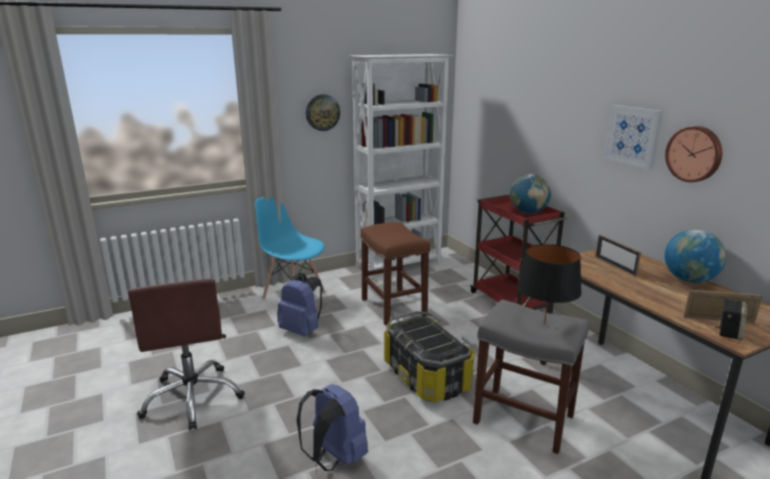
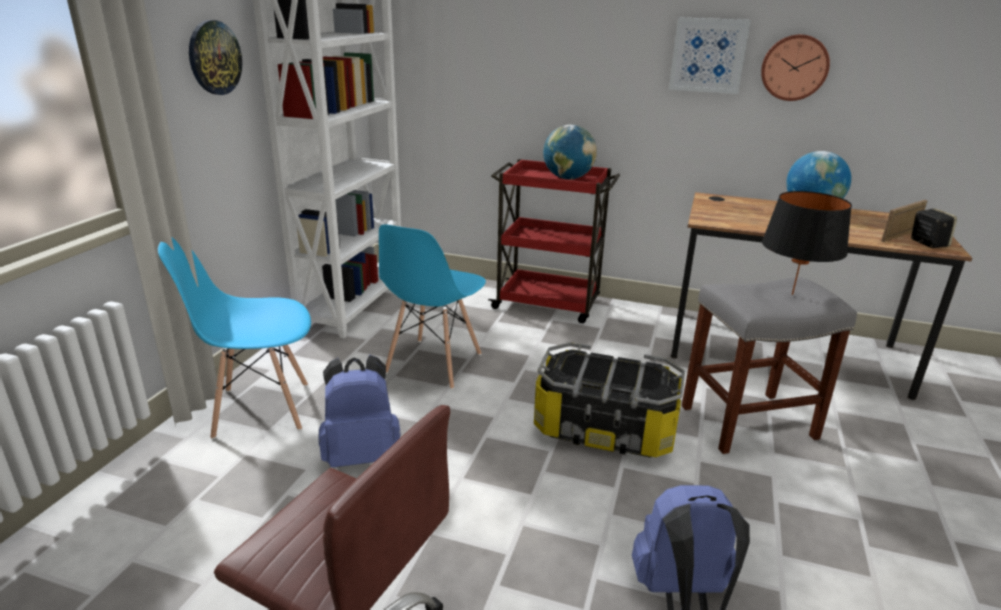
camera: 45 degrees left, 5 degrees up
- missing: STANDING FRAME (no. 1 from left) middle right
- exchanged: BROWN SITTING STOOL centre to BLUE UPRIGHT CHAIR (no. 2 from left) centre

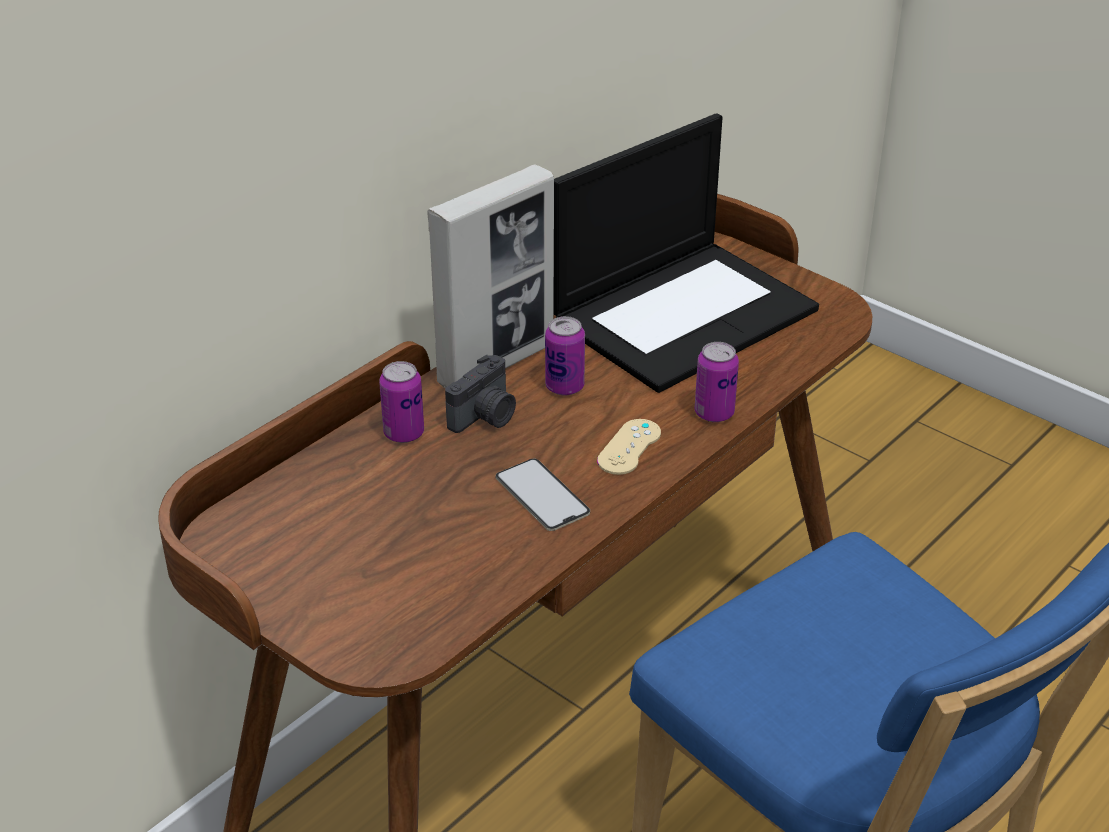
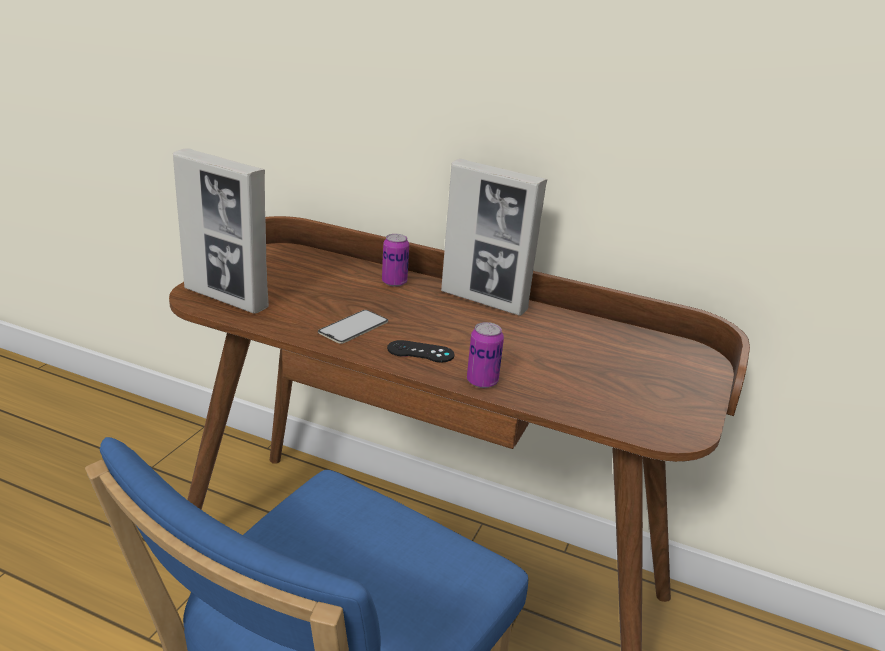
camera: 70 degrees right, 10 degrees down
- missing: PHOTO CAMERA centre
- missing: SEALED CAN (no. 2 from left) centre
- missing: PORTABLE COMPUTER top centre
- appeared: STANDING FRAME (no. 1 from left) middle left
- colour: BEIGE-COLOURED JOYPAD centre to BLACK JOYPAD centre

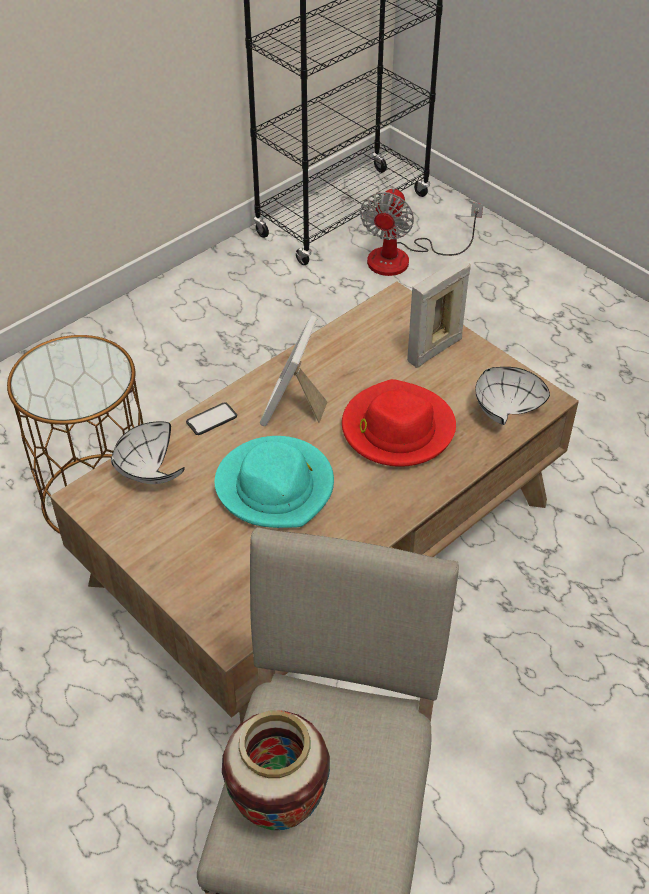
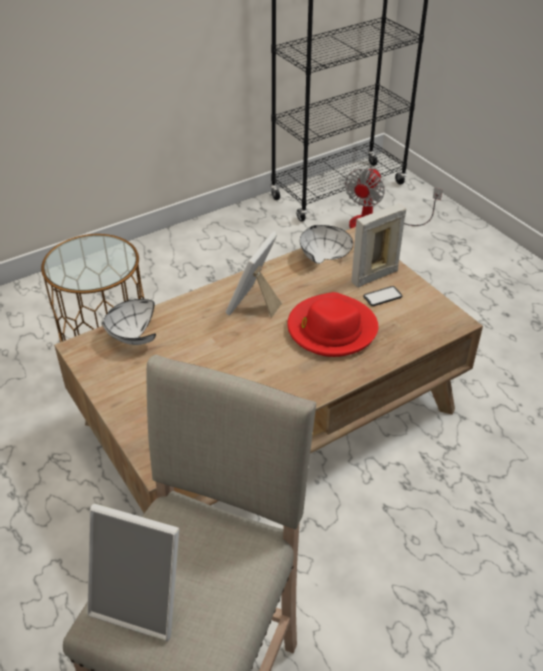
camera: 10 degrees right, 5 degrees down
- missing: TURQUOISE-COLOURED CLOTHING HAT centre
- relocated: TELEPHONE middle left to middle right
- relocated: WHITISH SERVING BOWL (no. 2 from left) middle right to centre
- exchanged: VASE bottom centre to STANDING FRAME (no. 1 from left) bottom left

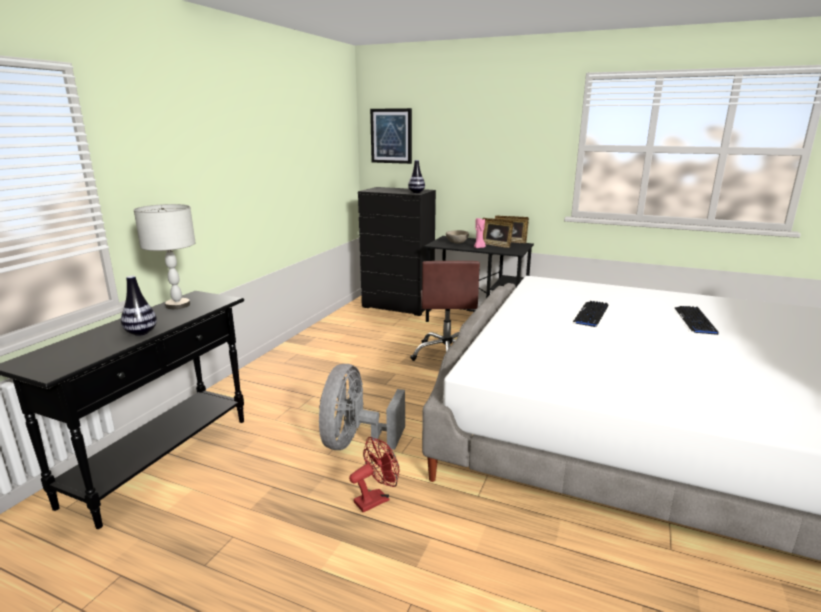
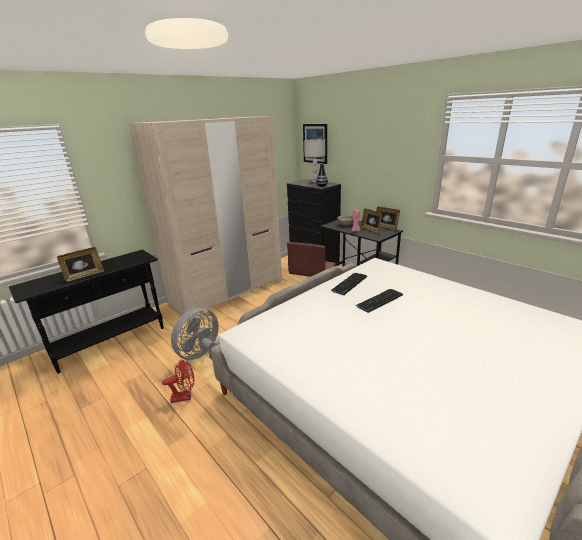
camera: 25 degrees right, 5 degrees up
- appeared: BEIGE-COLOURED CLOTHES CUPBOARD centre
- relocated: GRAY TABLE LAMP middle left to top centre
- relocated: KEYBOARD (no. 2 from left in the first image) middle right to KEYBOARD (no. 1 from left) centre
- exchanged: VASE (no. 1 from left) middle left to STANDING FRAME (no. 1 from left) middle left

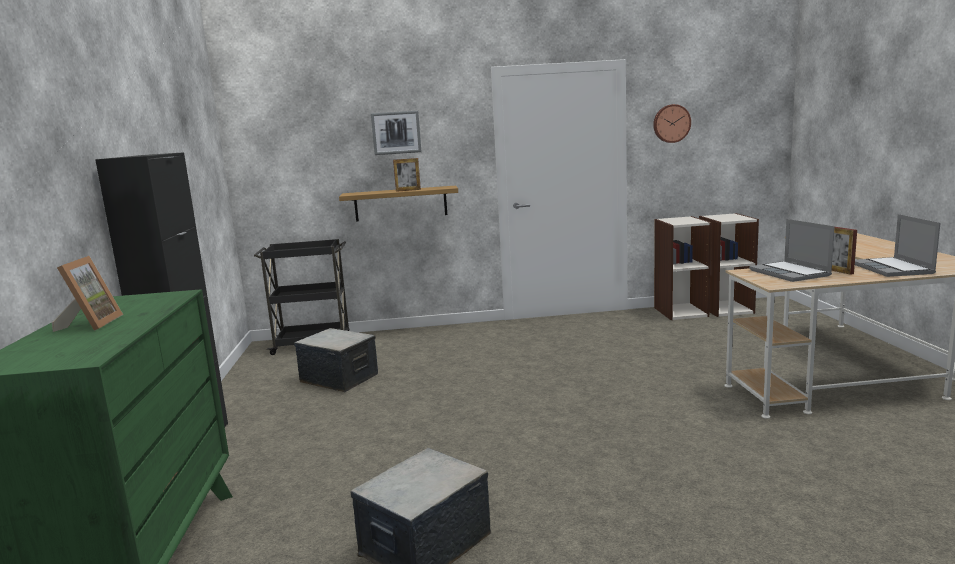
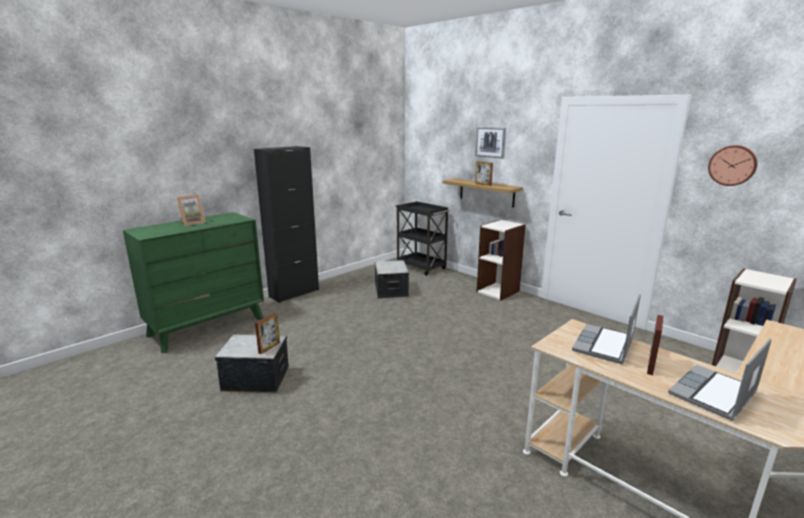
camera: 50 degrees right, 5 degrees up
- appeared: STANDING FRAME (no. 2 from left) middle left
- relocated: BOOKSHELF (no. 1 from left) middle right to centre

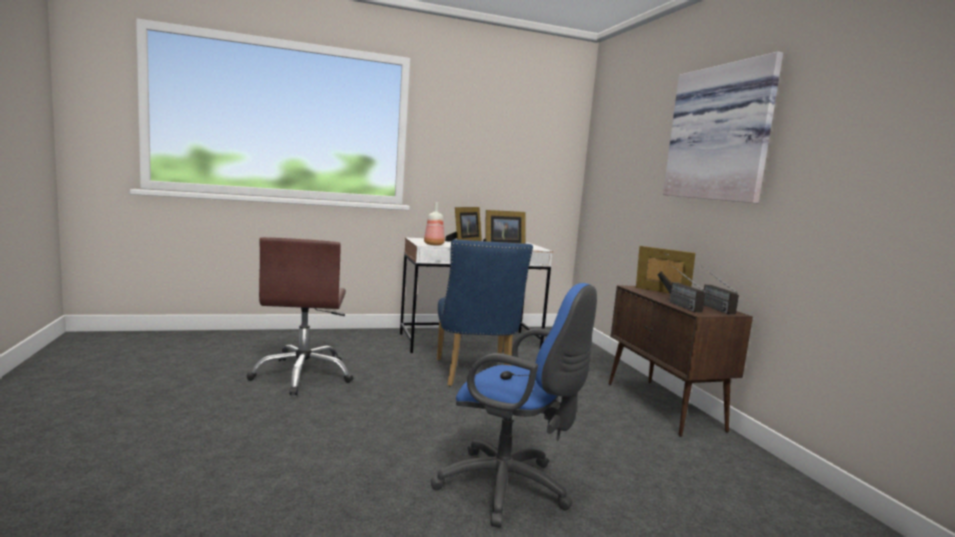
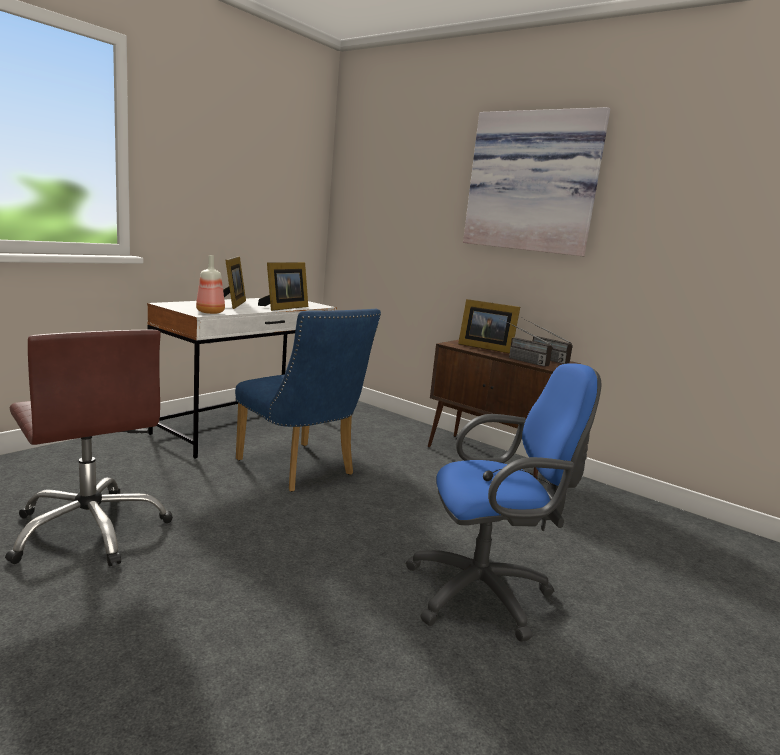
camera: 35 degrees left, 5 degrees up
- spun: STANDING FRAME (no. 3 from left) middle right = centre 150 degrees counterclockwise

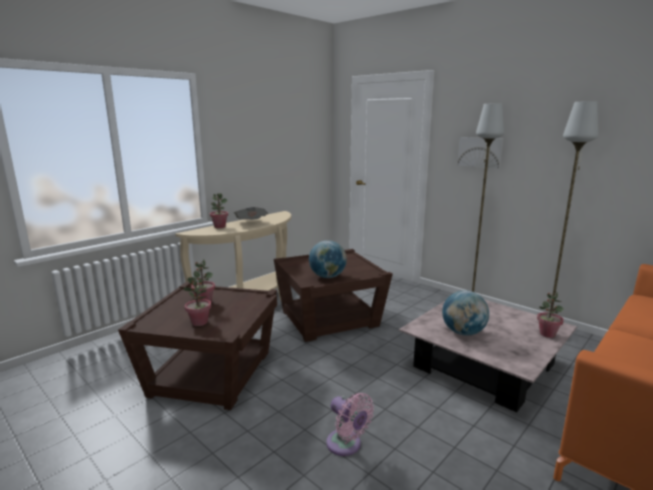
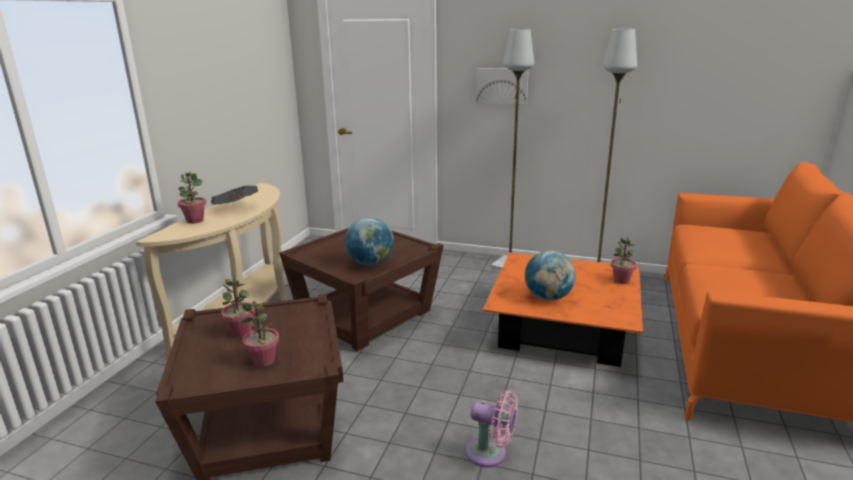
camera: 25 degrees left, 5 degrees up
- colour: PINKISH LOUNGE TABLE bottom right to ORANGEY LOUNGE TABLE centre

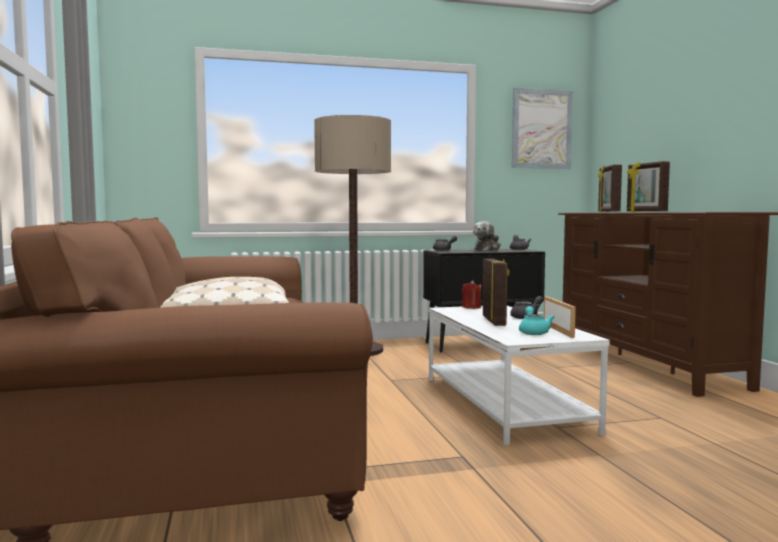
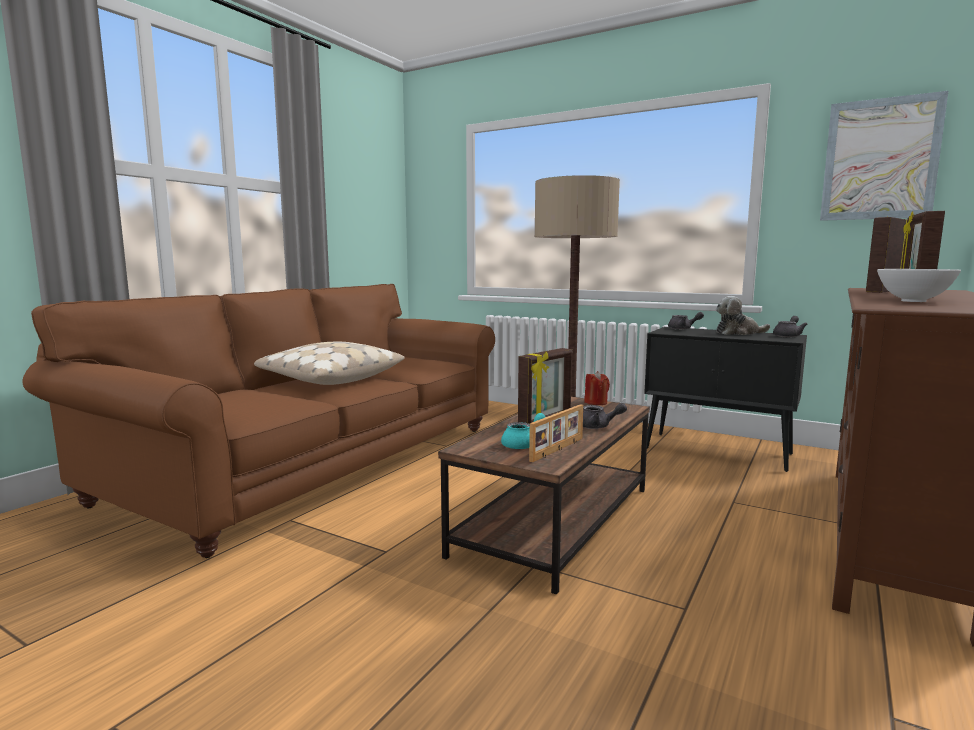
camera: 45 degrees right, 5 degrees up
- appeared: WHITISH SERVING BOWL middle right
- colour: WHITISH LOUNGE TABLE bottom right to BROWN LOUNGE TABLE bottom centre

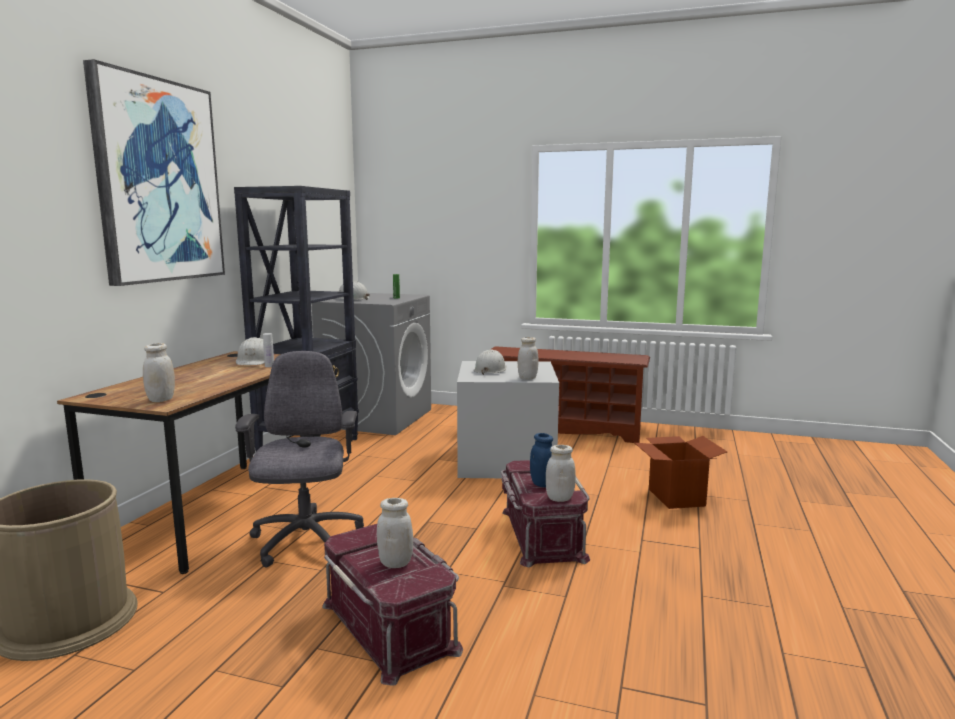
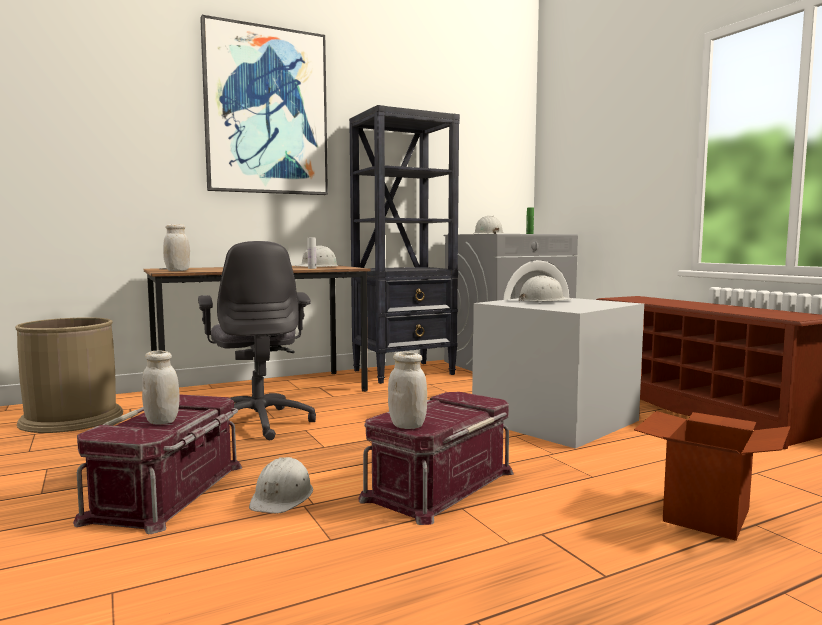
camera: 45 degrees right, 5 degrees down
- missing: WHITISH PRESERVE JAR (no. 3 from left) centre
- missing: BLUE PRESERVE JAR centre
- appeared: WHITISH SAFETY HELMET (no. 1 from left) bottom centre
- spun: GRAY COMPUTER CHAIR middle left = middle left 120 degrees clockwise

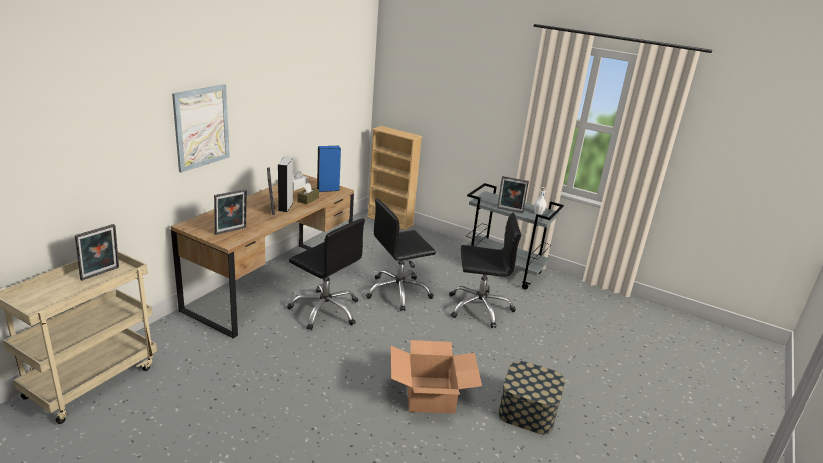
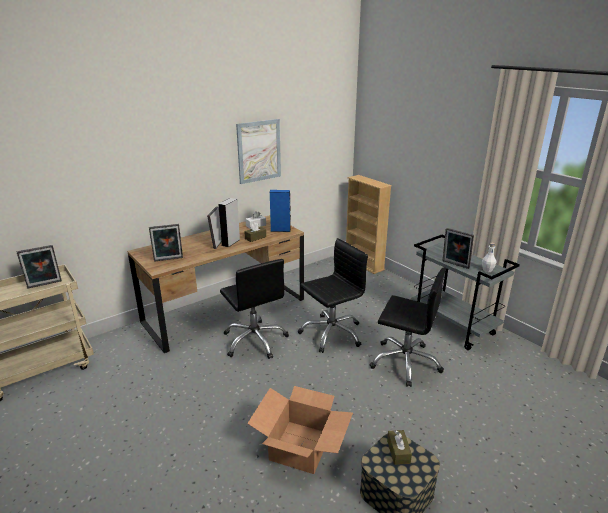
camera: 25 degrees right, 0 degrees up
- appeared: BROWN BOX OF TISSUES (no. 2 from left) bottom centre
- relocated: PICTURE top left to top centre
- spun: BLACK COMPUTER CHAIR (no. 2 from left) centre = centre 150 degrees clockwise

